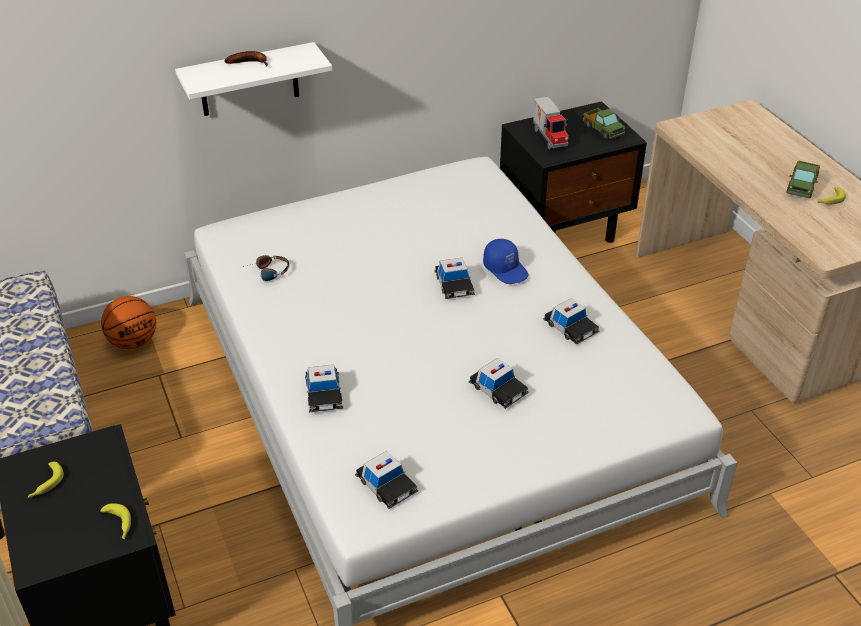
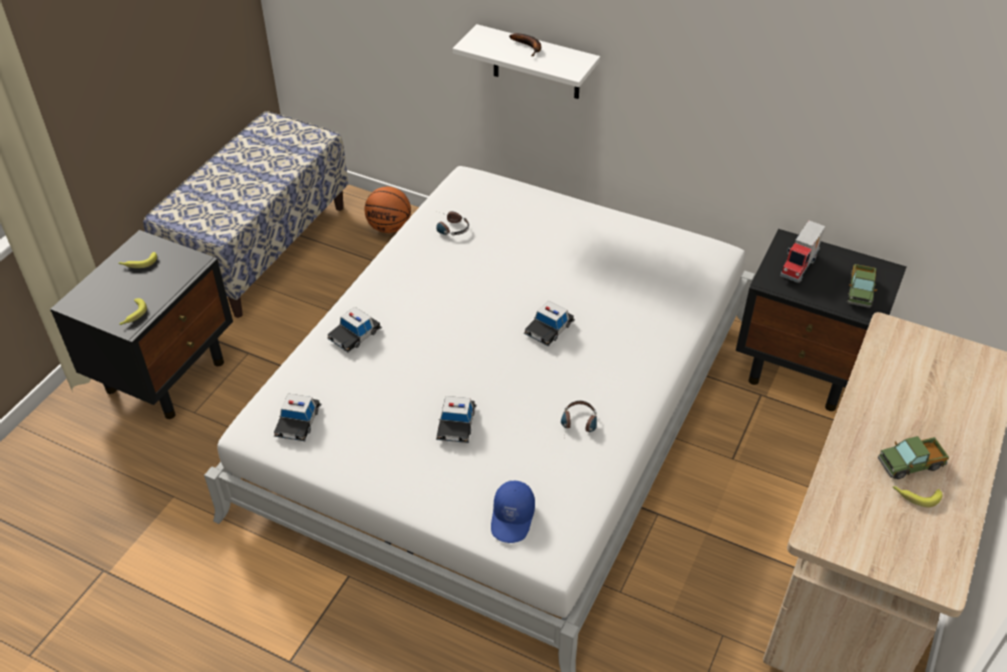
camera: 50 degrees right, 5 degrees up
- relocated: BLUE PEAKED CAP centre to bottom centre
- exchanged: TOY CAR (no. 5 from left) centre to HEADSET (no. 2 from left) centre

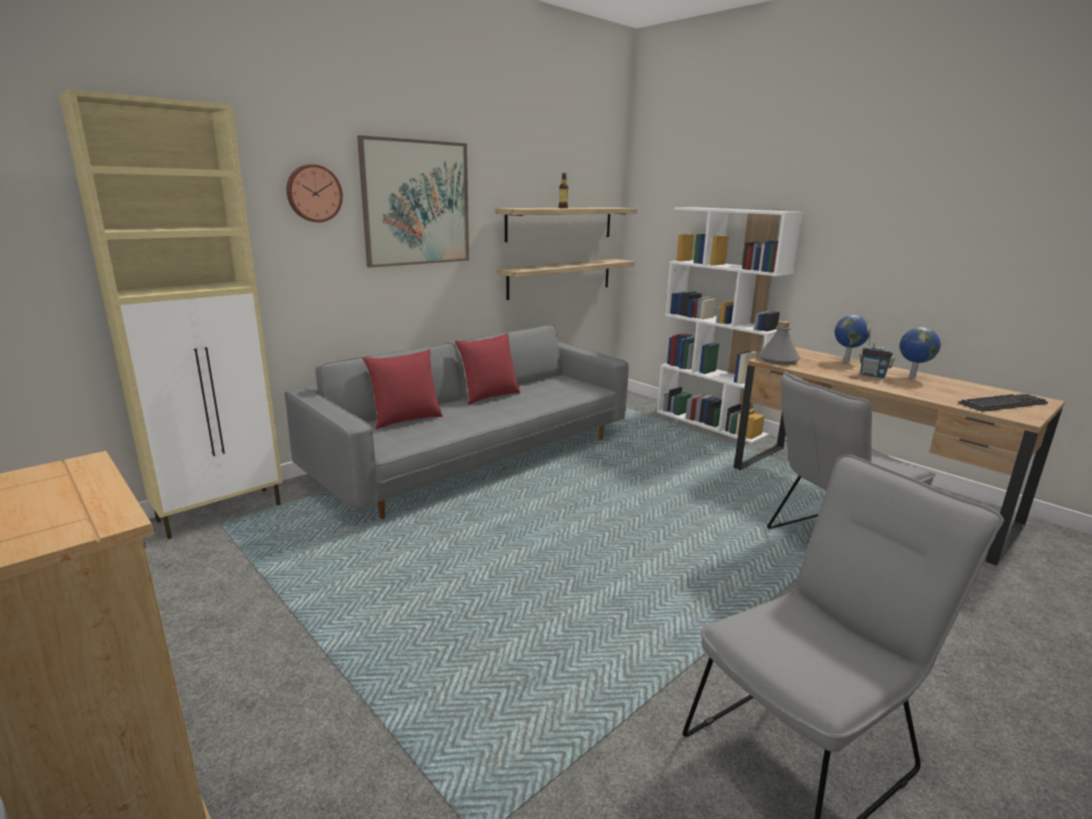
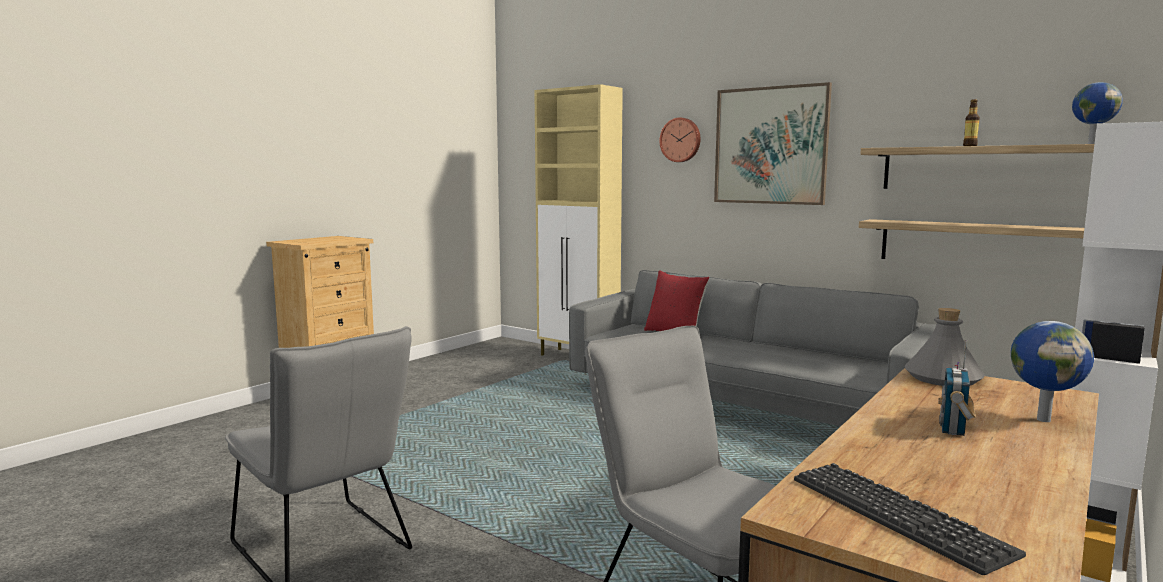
camera: 80 degrees right, 10 degrees down
- missing: RED THROW PILLOW (no. 2 from left) centre
- relocated: DESK GLOBE (no. 2 from left) middle right to top right

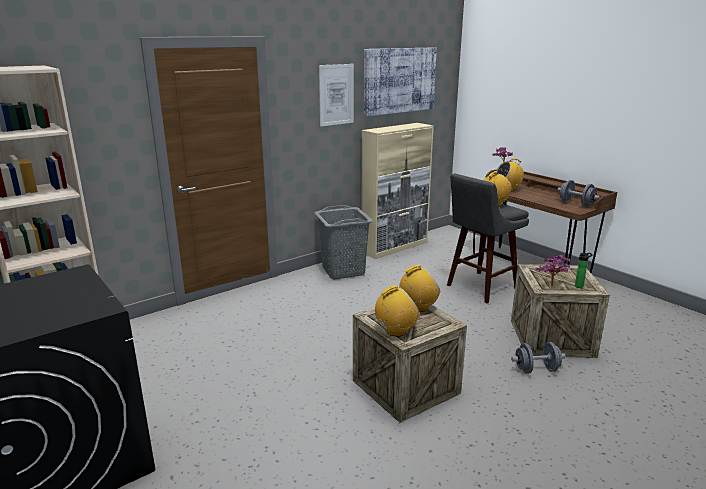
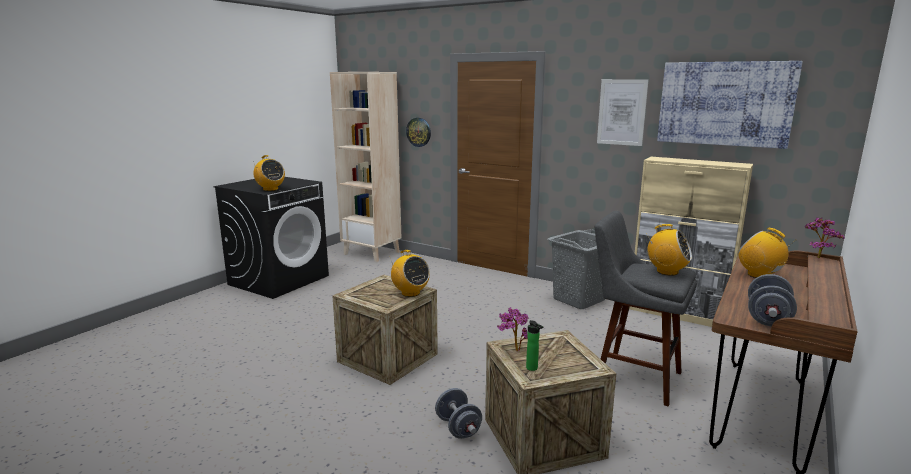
camera: 70 degrees right, 5 degrees down
- appeared: CLOCK ON THE WALL top centre
- relocated: RADIO SET (no. 1 from left) centre to middle left

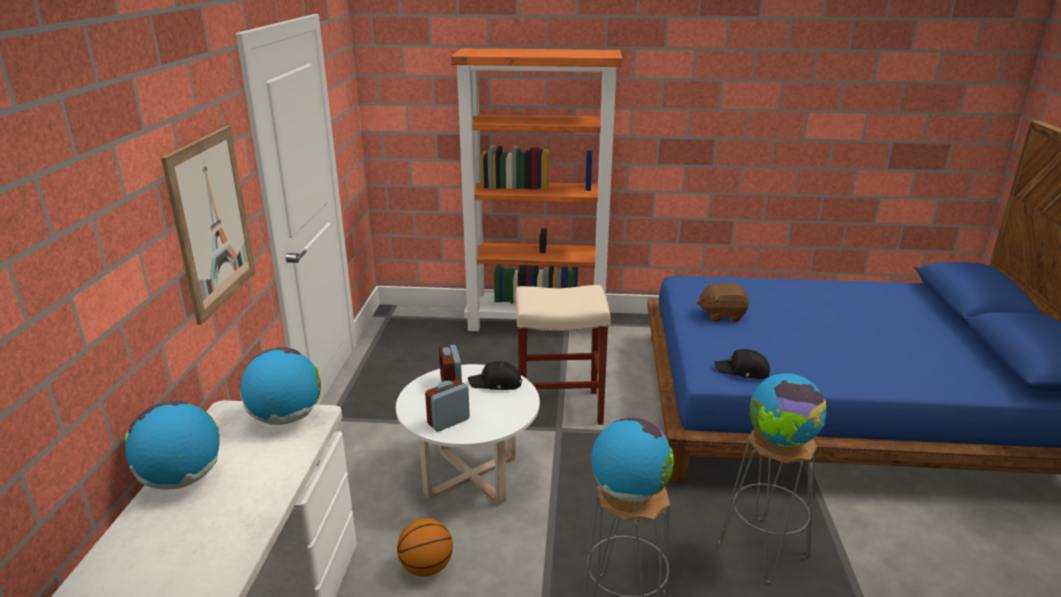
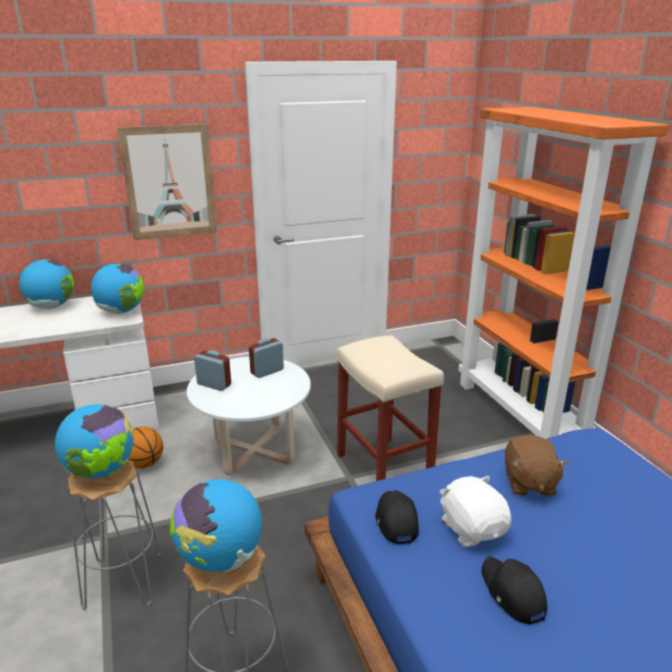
camera: 65 degrees right, 0 degrees up
- appeared: WHITISH CUDDLY TOY bottom right
- relocated: BLACK PEAKED CAP (no. 1 from left in the first image) centre to BLACK PEAKED CAP (no. 2 from left) bottom right
- spun: BROWN CUDDLY TOY middle right = bottom right 150 degrees counterclockwise

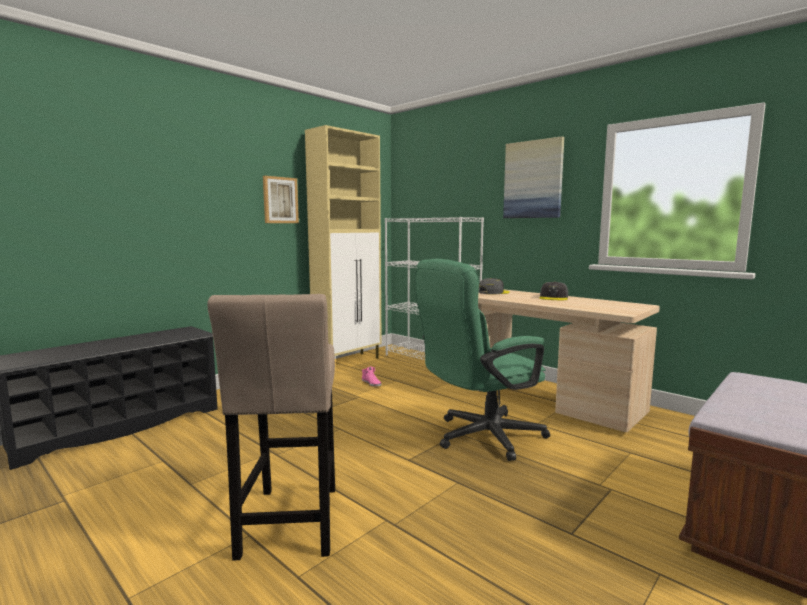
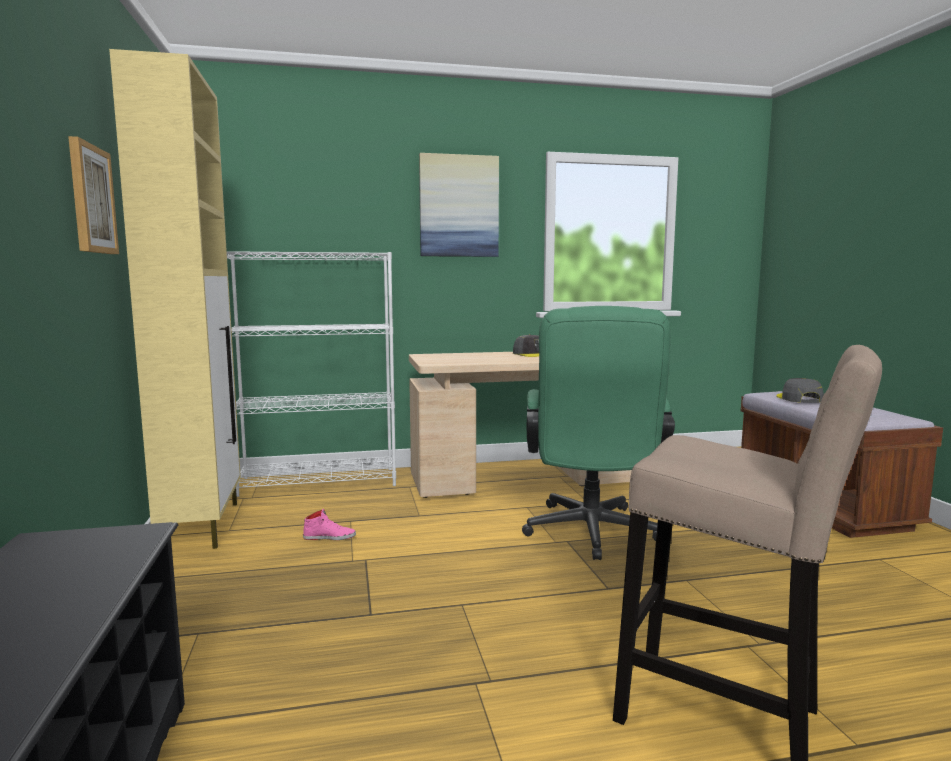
camera: 55 degrees left, 0 degrees up
- relocated: GRAY PEAKED CAP (no. 1 from left in the first image) centre to GRAY PEAKED CAP (no. 2 from left) middle right

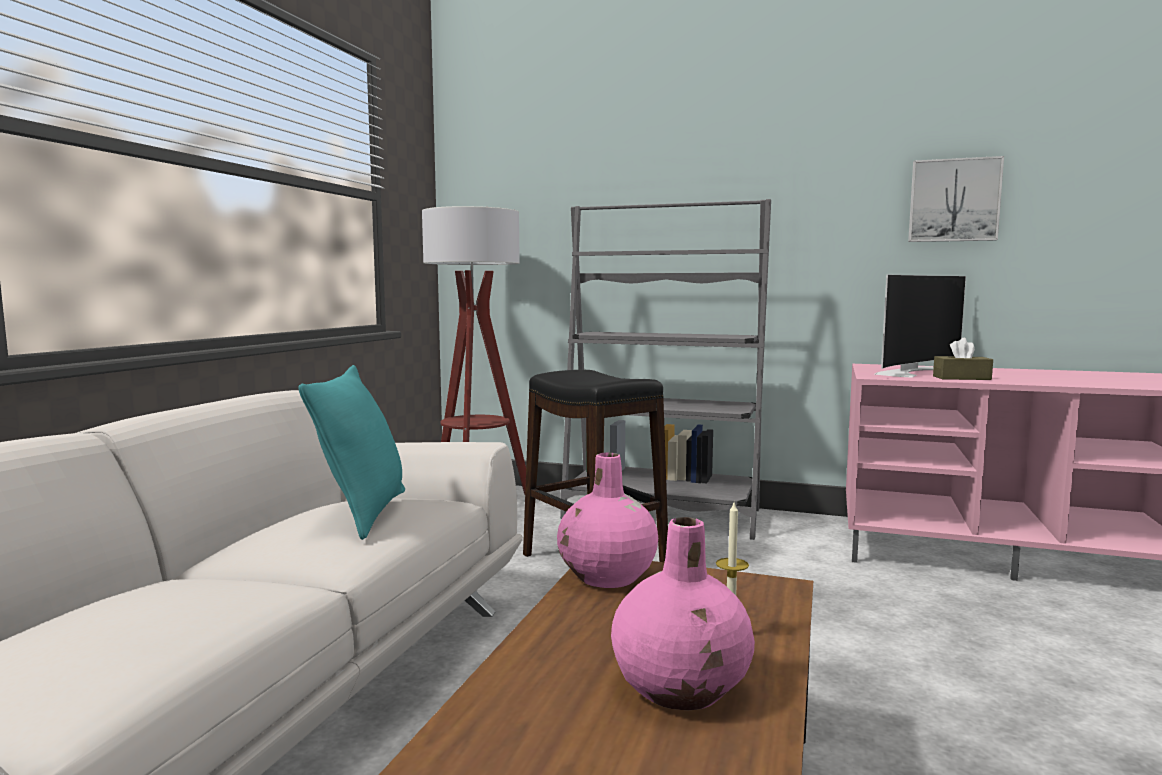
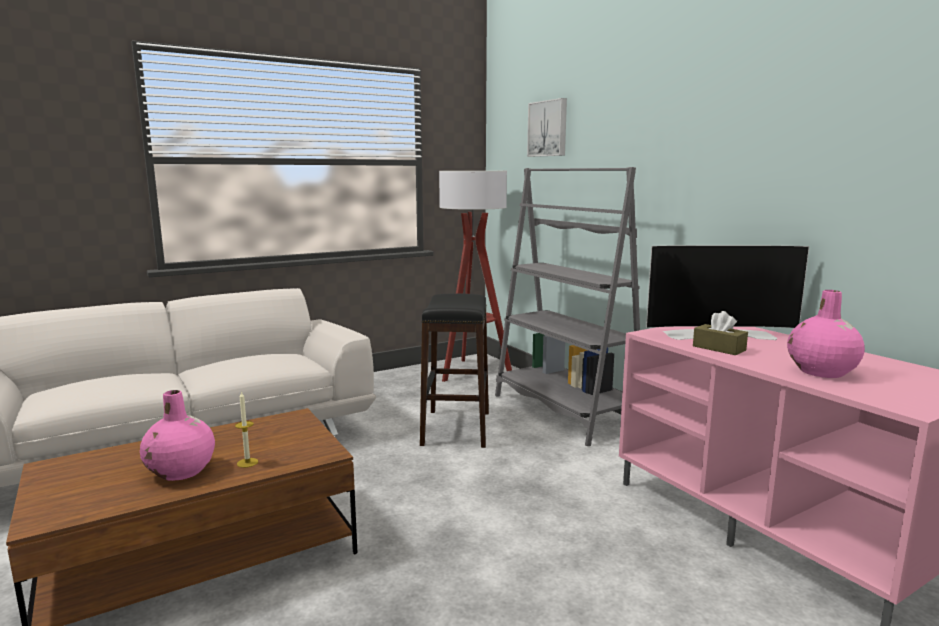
camera: 40 degrees right, 5 degrees up
- missing: TURQUOISE-COLOURED THROW PILLOW middle left
- relocated: PINKISH VASE (no. 1 from left in the first image) bottom centre to PINKISH VASE (no. 2 from left) middle right
- relocated: PICTURE top right to top centre

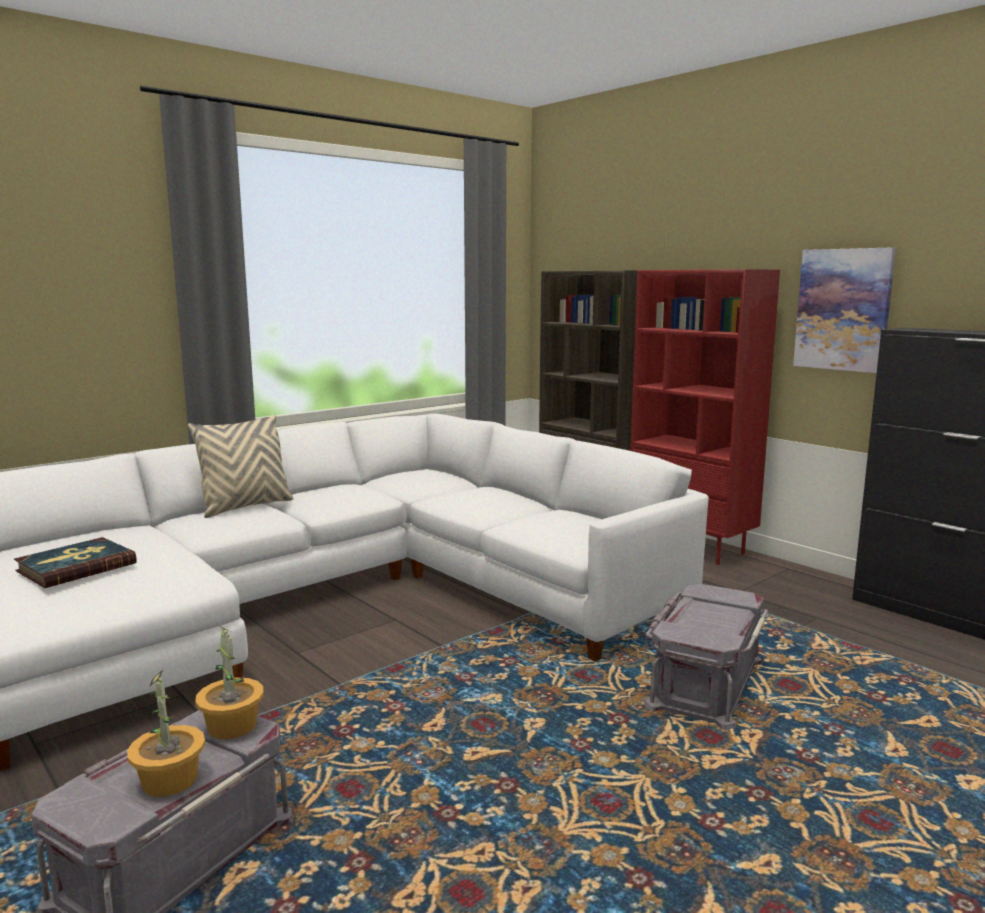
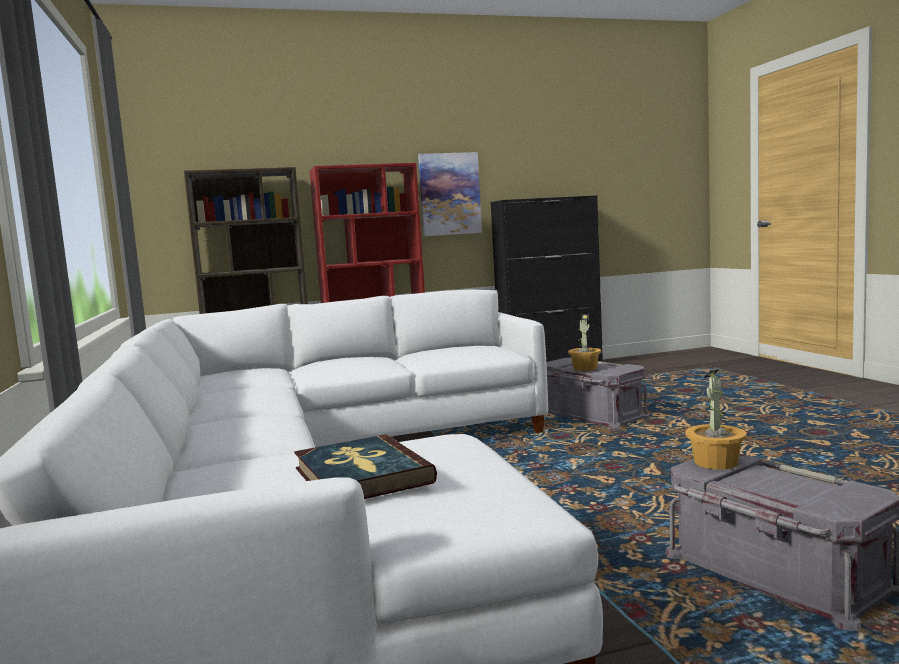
camera: 65 degrees left, 5 degrees down
- missing: BEIGE-COLOURED THROW PILLOW middle left
- relocated: HOUSEPLANT (no. 1 from left) bottom left to centre

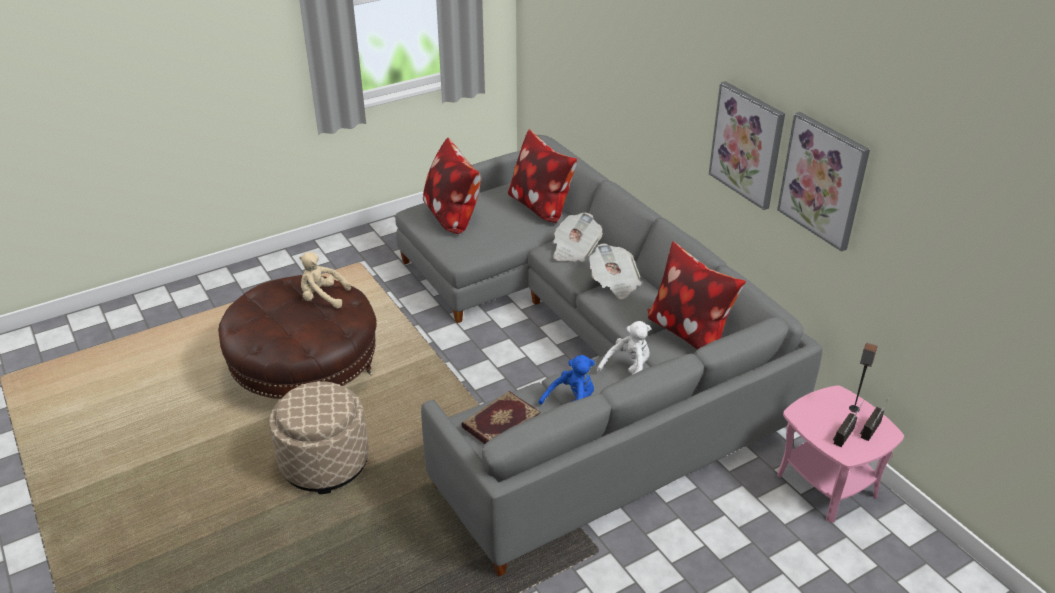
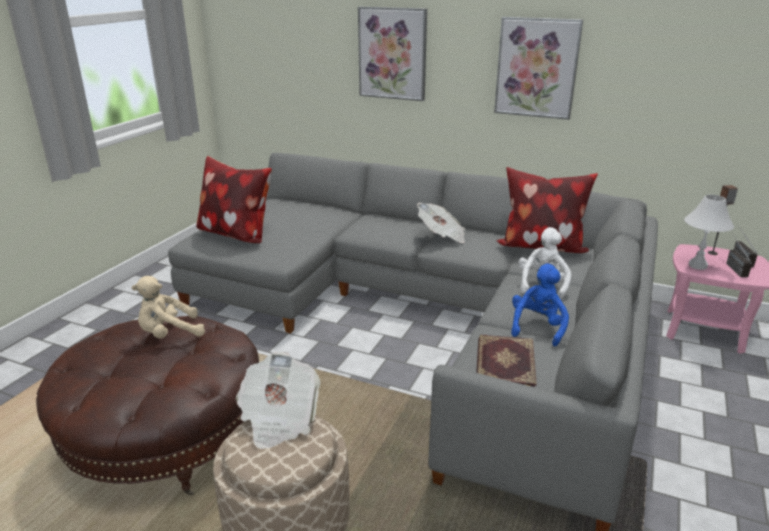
camera: 35 degrees left, 10 degrees down
- missing: THROW PILLOW (no. 2 from left) top centre
- appeared: WHITISH TABLE LAMP middle right
- relocated: NEWSPAPER (no. 1 from left) centre to bottom centre
- relocated: PICTURE (no. 2 from left in the first image) top right to PICTURE (no. 1 from left) top centre

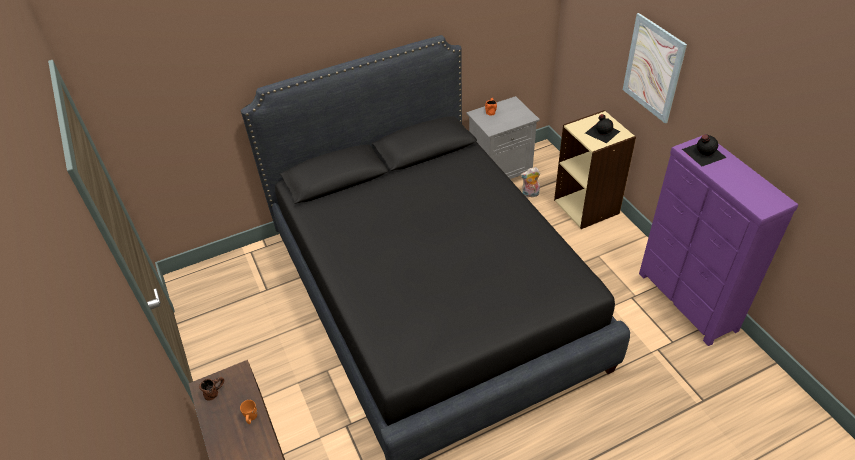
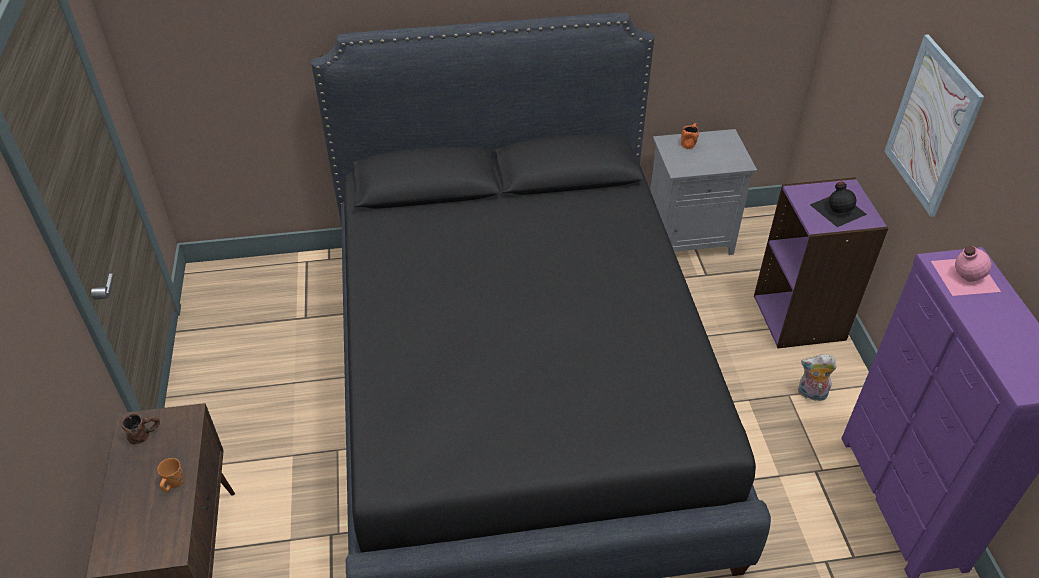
camera: 15 degrees right, 0 degrees up
- relocated: CUDDLY TOY centre to middle right
- colour: BEIGE-COLOURED BOOKSHELF middle right to PURPLE BOOKSHELF middle right
- colour: BLACK BOTTLE (no. 2 from left) top right to PINKISH BOTTLE middle right

